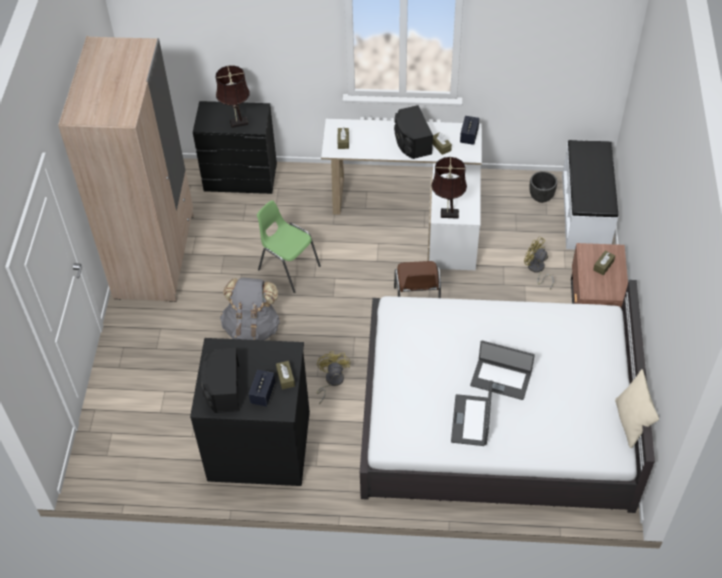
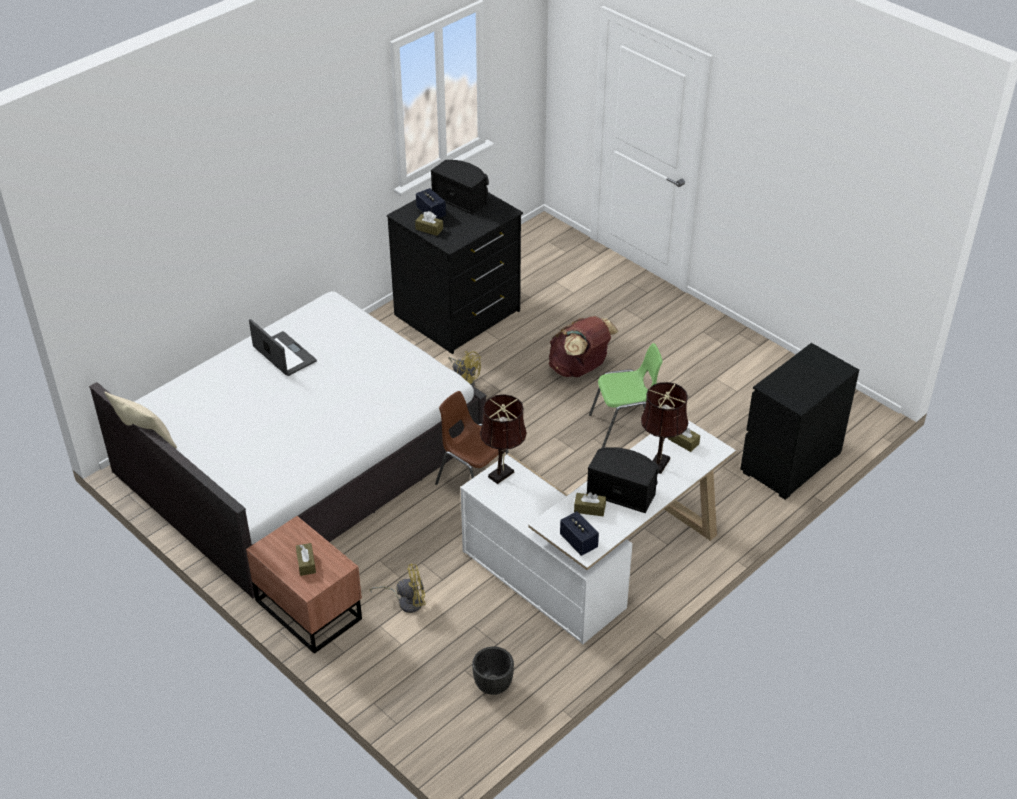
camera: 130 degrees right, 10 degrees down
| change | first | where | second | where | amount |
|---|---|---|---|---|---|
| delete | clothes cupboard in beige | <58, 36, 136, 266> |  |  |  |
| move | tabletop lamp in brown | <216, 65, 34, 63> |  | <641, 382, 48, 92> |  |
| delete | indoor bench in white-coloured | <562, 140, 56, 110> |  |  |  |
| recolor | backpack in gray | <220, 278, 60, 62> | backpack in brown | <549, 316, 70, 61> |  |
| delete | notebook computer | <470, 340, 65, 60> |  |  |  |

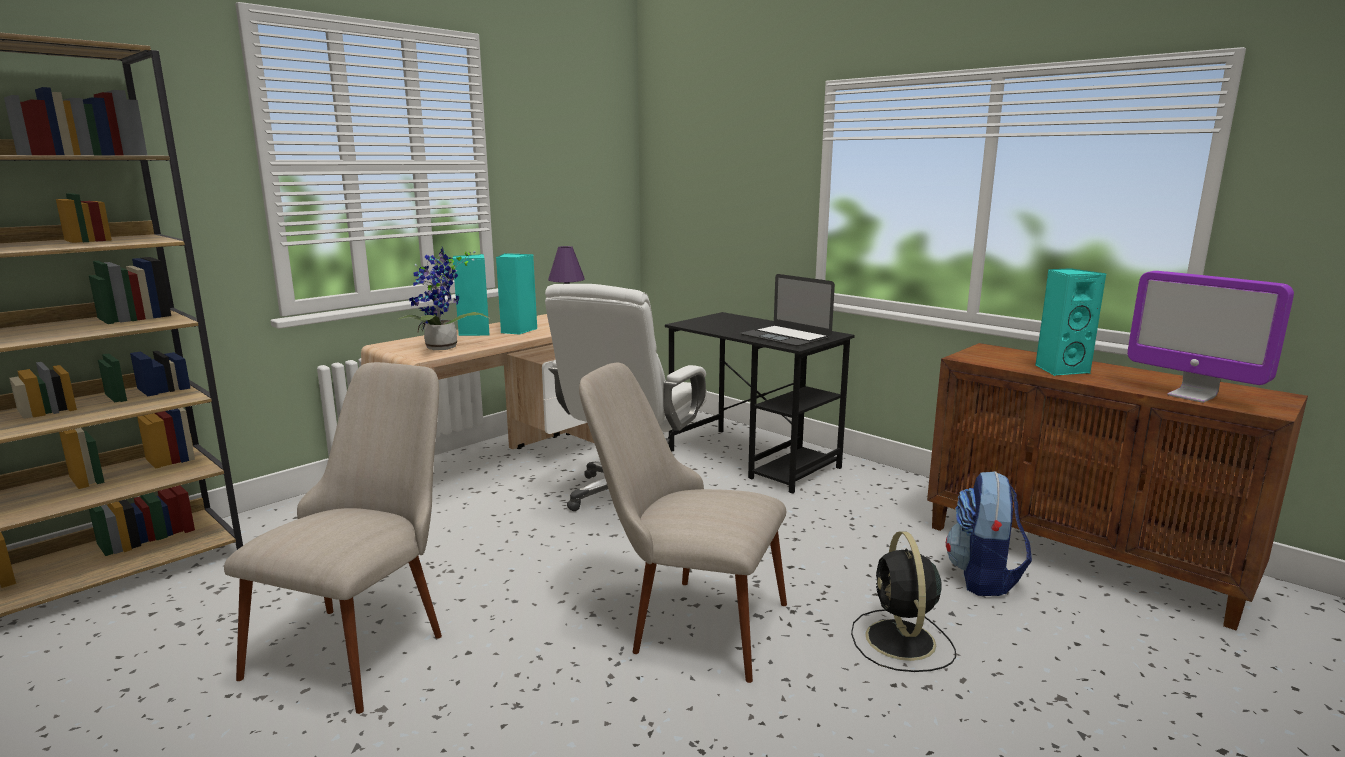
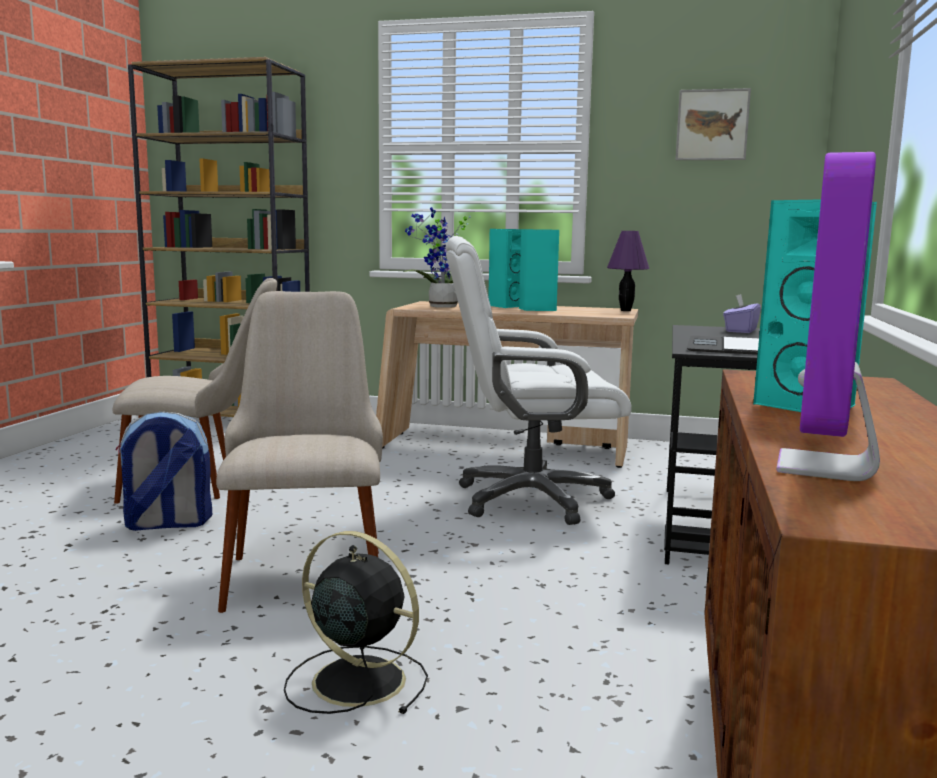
camera: 60 degrees right, 5 degrees down
| change | first | where | second | where | amount |
|---|---|---|---|---|---|
| move | backpack | <946, 471, 86, 125> |  | <116, 412, 96, 119> |  |
| rotate | fan in black-coloured | <851, 531, 105, 141> |  | <284, 531, 144, 183> | 60 degrees clockwise |
| insert |  |  | wall art | <676, 88, 75, 72> |  |
| insert |  |  | tissue holder in purple | <723, 294, 38, 39> |  |

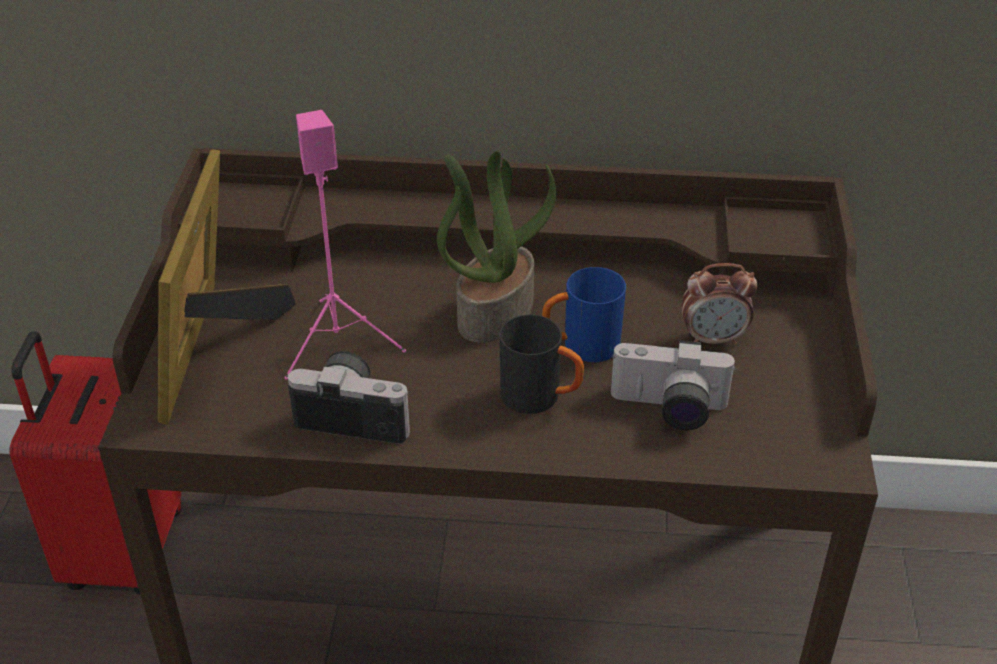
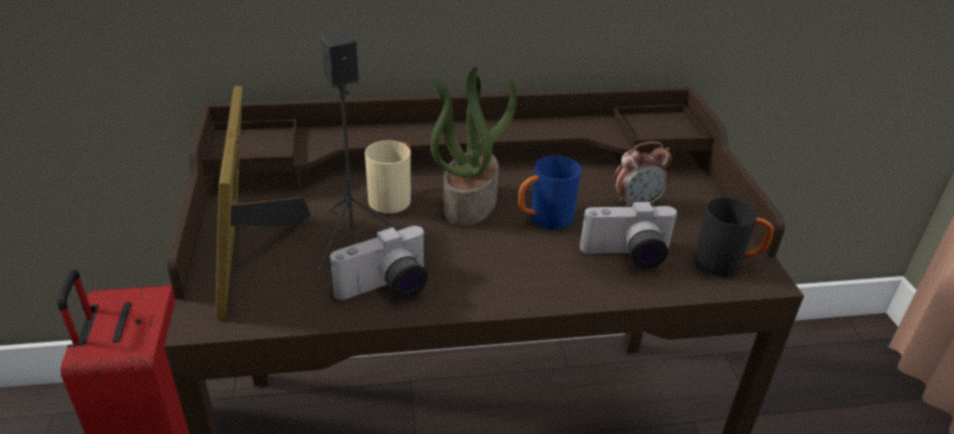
camera: 15 degrees left, 5 degrees down
| change | first | where | second | where | amount |
|---|---|---|---|---|---|
| recolor | loudspeaker in pink | <284, 110, 122, 270> | loudspeaker in black-coloured | <317, 32, 82, 239> |  |
| move | tea mug in black-coloured | <499, 314, 85, 100> |  | <694, 197, 80, 79> |  |
| rotate | still camera | <288, 351, 122, 93> |  | <329, 226, 99, 74> | 150 degrees clockwise |
| insert |  |  | tea mug in beige | <365, 140, 46, 74> |  |

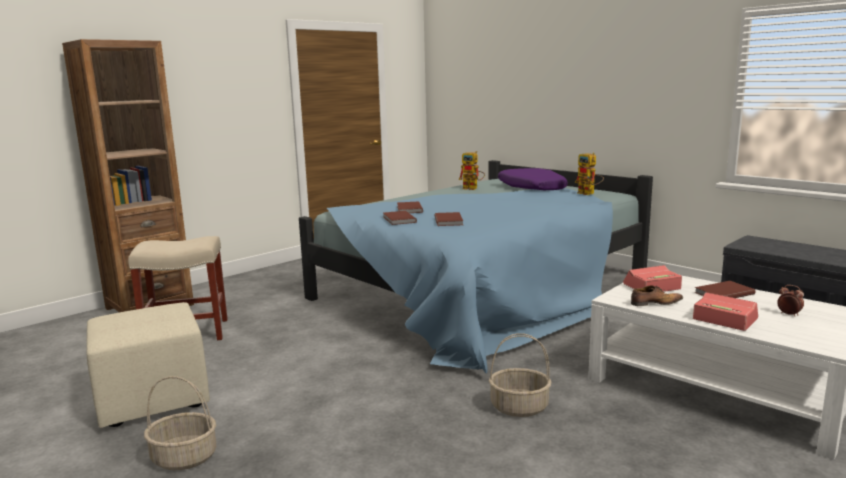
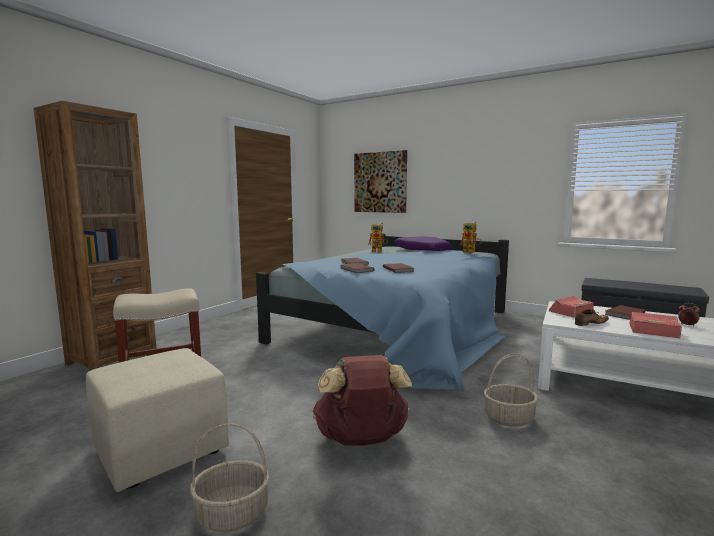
camera: 15 degrees left, 5 degrees down
| change | first | where | second | where | amount |
|---|---|---|---|---|---|
| insert |  |  | wall art | <354, 150, 53, 63> |  |
| insert |  |  | backpack in brown | <313, 355, 99, 91> |  |

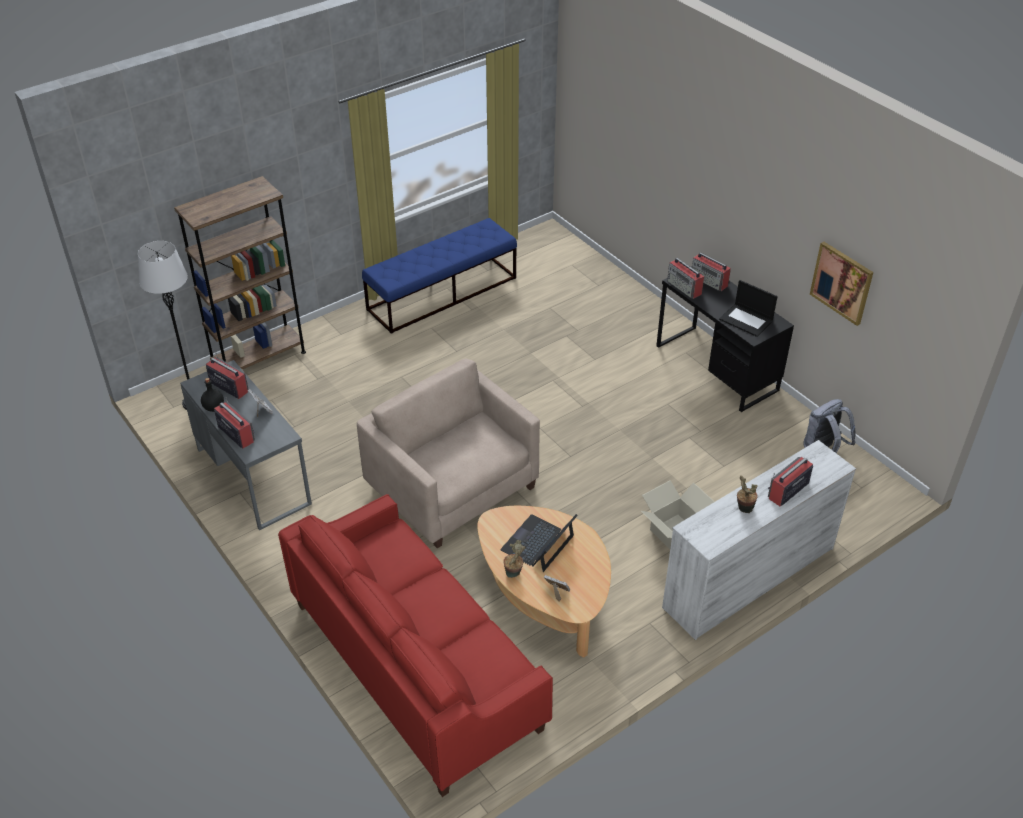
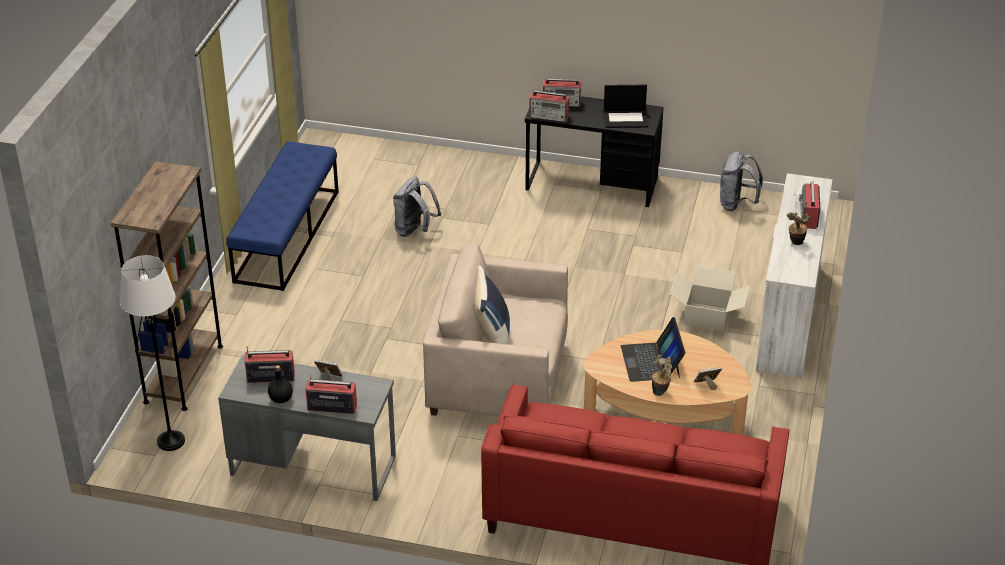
camera: 40 degrees left, 5 degrees down
| change | first | where | second | where | amount |
|---|---|---|---|---|---|
| delete | wall art | <810, 242, 63, 84> |  |  |  |
| insert |  |  | backpack in gray | <393, 177, 48, 60> |  |
| insert |  |  | cushion in blue | <473, 266, 37, 78> |  |

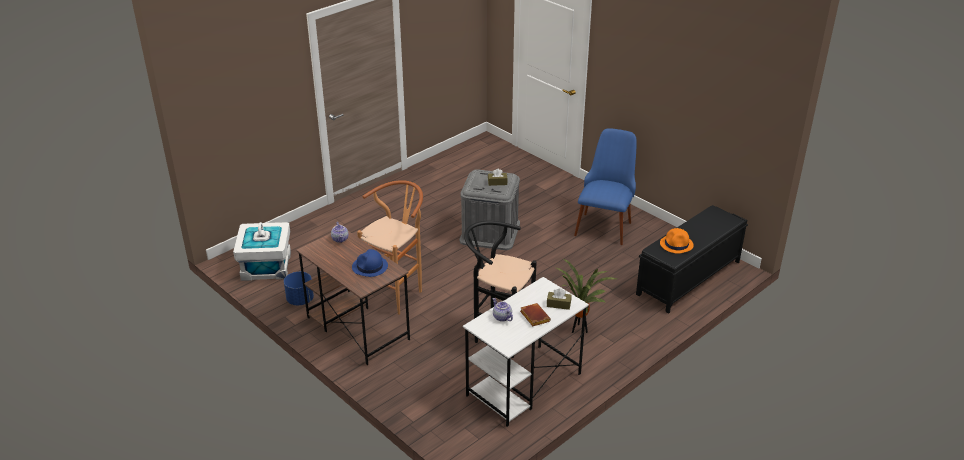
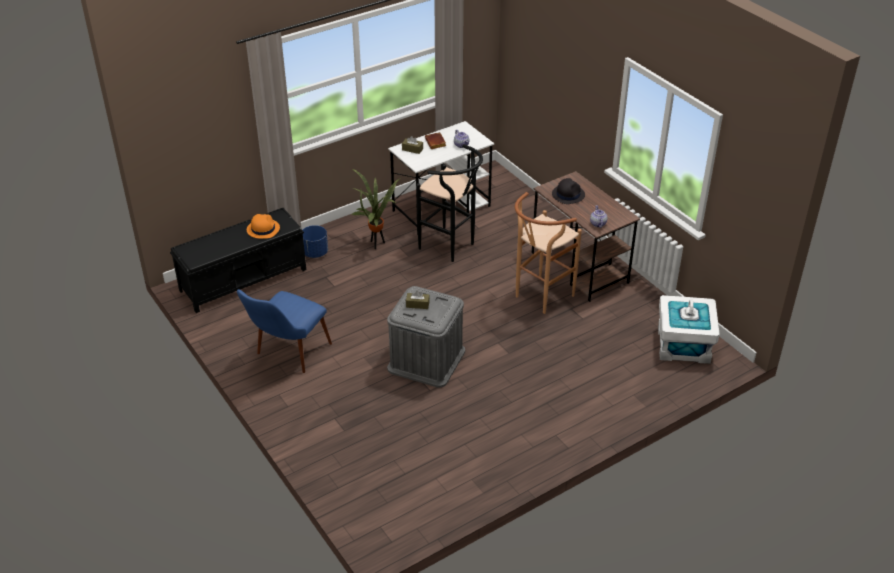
camera: 170 degrees left, 5 degrees up
| change | first | where | second | where | amount |
|---|---|---|---|---|---|
| recolor | hat in blue | <352, 249, 36, 28> | hat in black-coloured | <552, 178, 33, 26> |  |
| move | plant pot in blue | <284, 272, 30, 34> |  | <303, 225, 25, 33> |  |

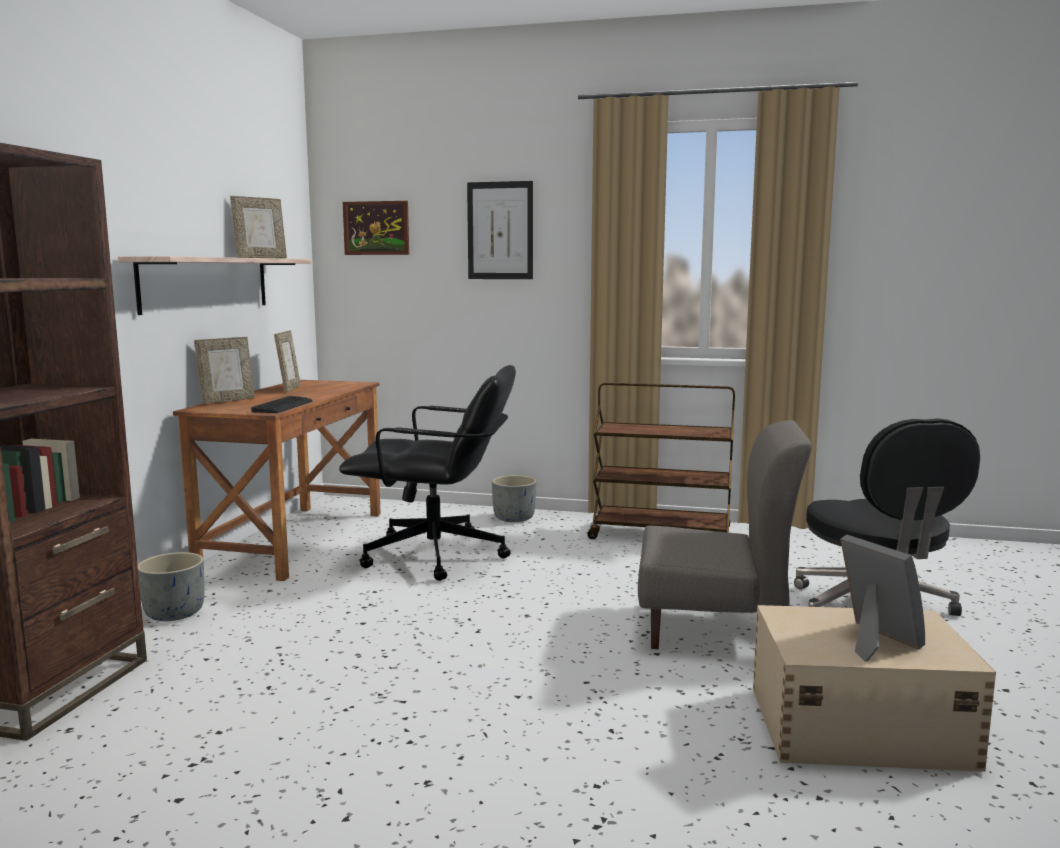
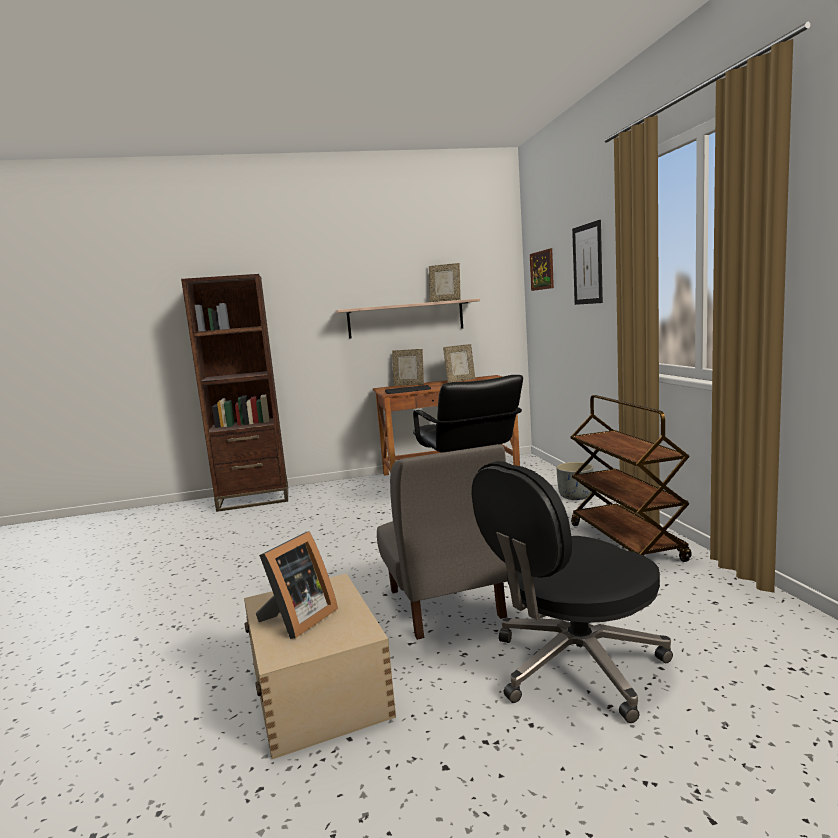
camera: 65 degrees right, 0 degrees up
| change | first | where | second | where | amount |
|---|---|---|---|---|---|
| delete | plant pot in gray | <138, 552, 66, 69> |  |  |  |

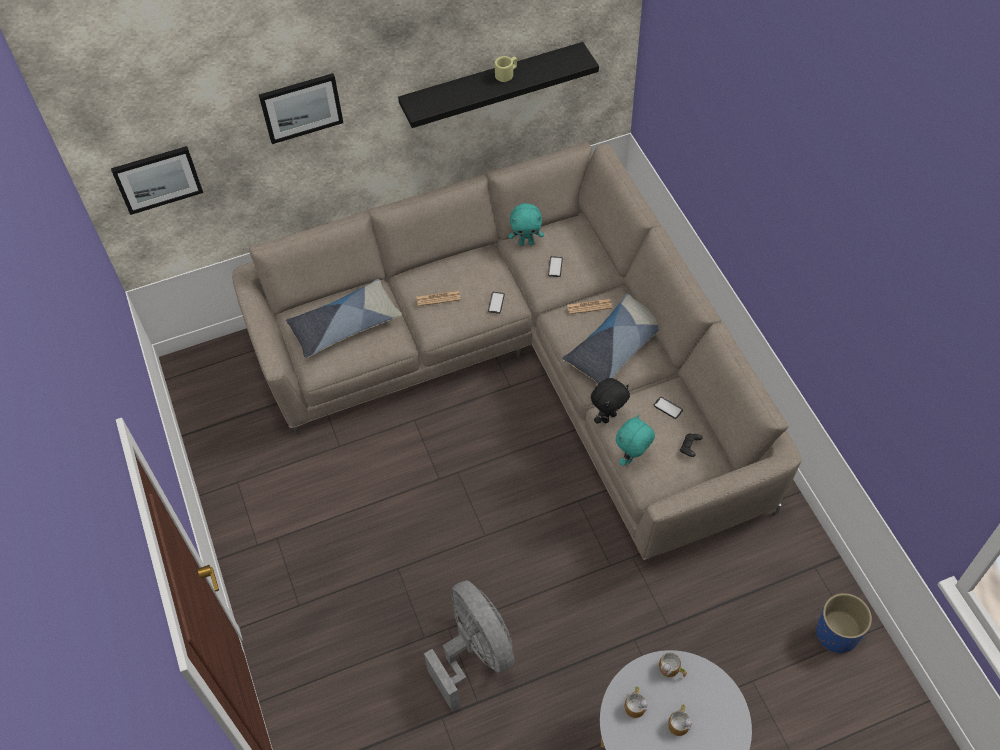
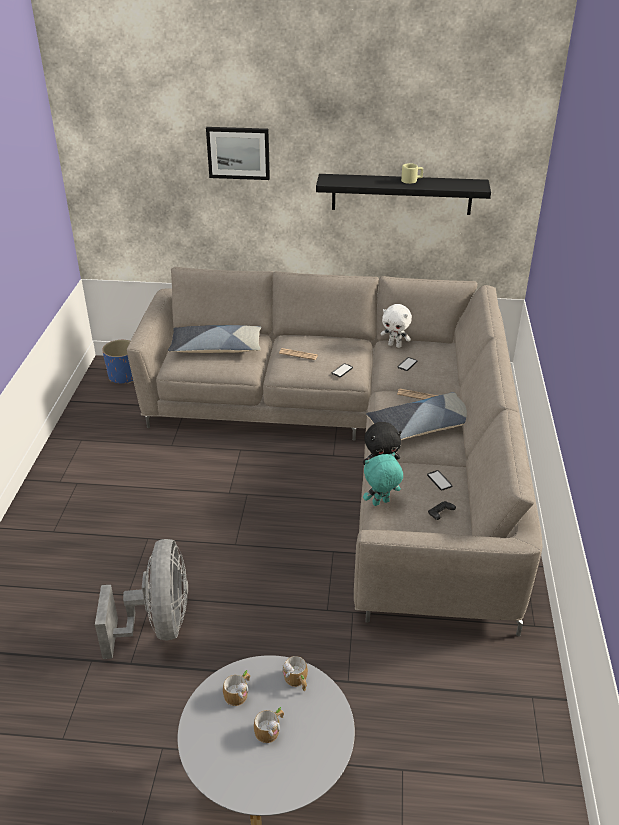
camera: 25 degrees right, 20 degrees down
| change | first | where | second | where | amount |
|---|---|---|---|---|---|
| delete | wall art | <111, 146, 92, 69> |  |  |  |
| recolor | plush toy in turquoise | <509, 203, 35, 43> | plush toy in white-coloured | <380, 304, 32, 44> |  |
| move | plant pot in blue | <816, 593, 56, 60> |  | <102, 340, 31, 44> |  |

